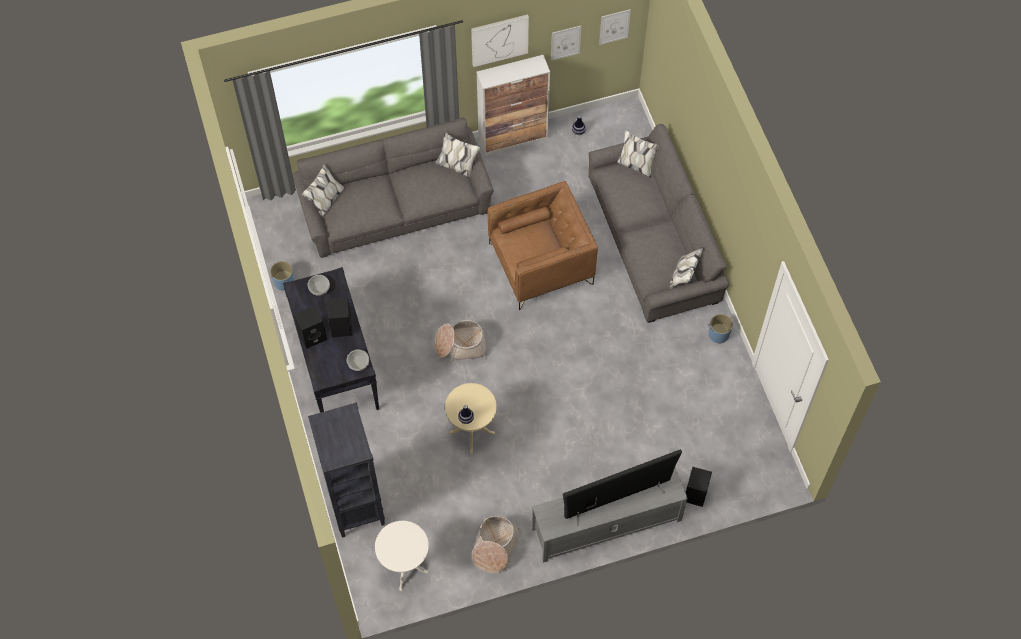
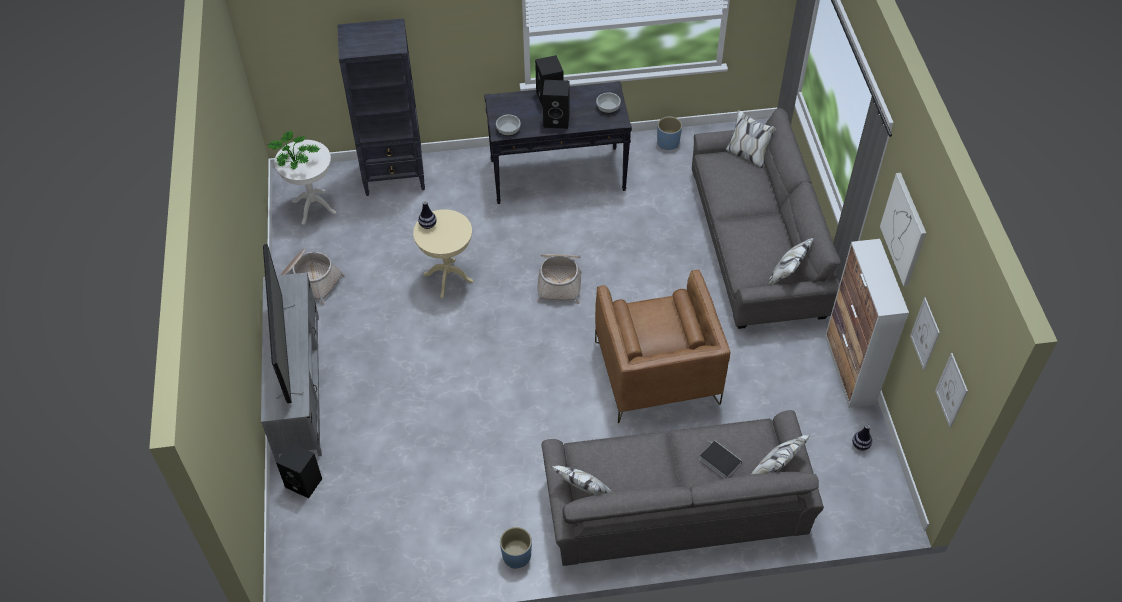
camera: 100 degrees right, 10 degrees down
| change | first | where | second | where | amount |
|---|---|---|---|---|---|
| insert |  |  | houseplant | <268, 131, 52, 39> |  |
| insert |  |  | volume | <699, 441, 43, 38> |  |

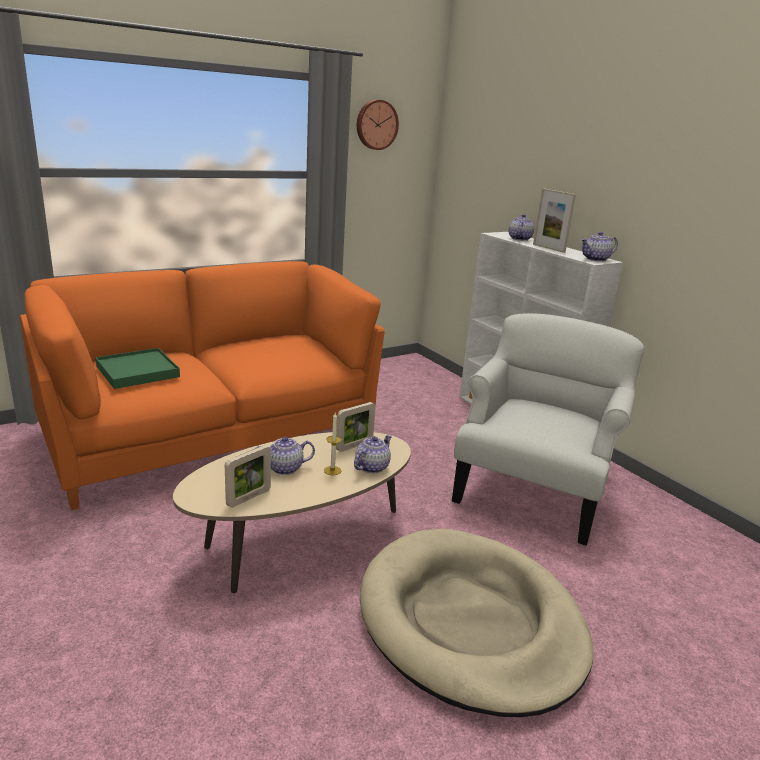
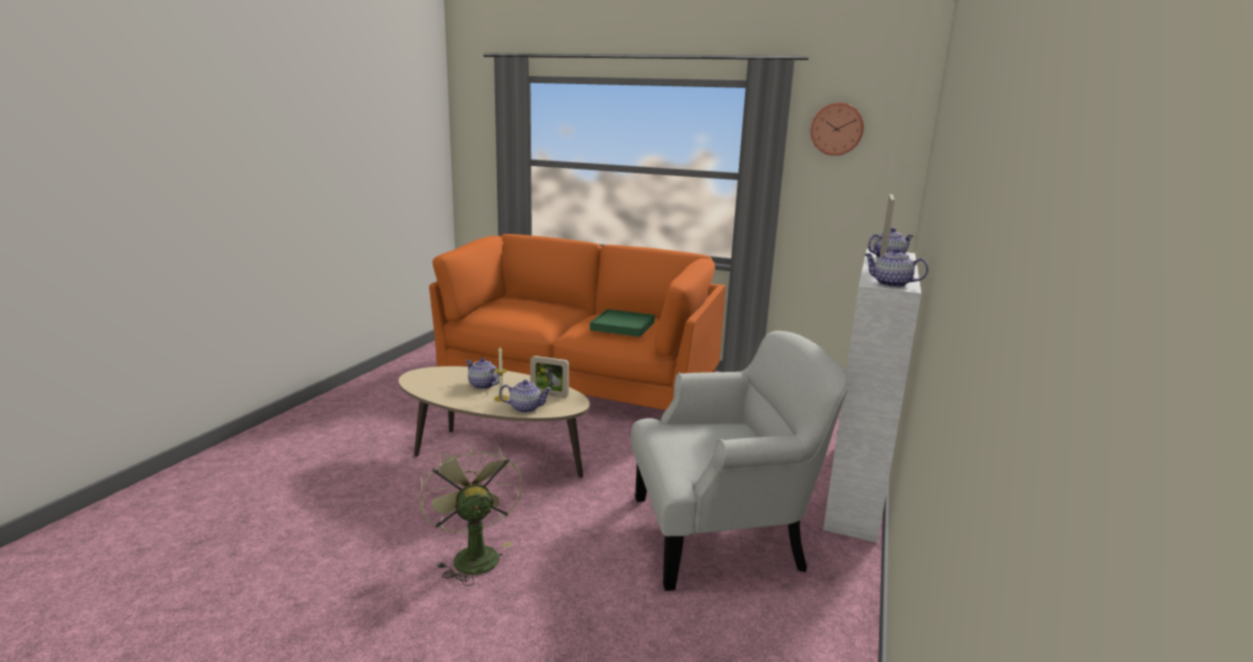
camera: 55 degrees right, 5 degrees down
| change | first | where | second | where | amount |
|---|---|---|---|---|---|
| move | serving tray in green-coloured | <95, 348, 85, 41> |  | <590, 309, 65, 28> |  |
| delete | photo frame | <225, 445, 46, 63> |  |  |  |
| replace | dog cushion in beige | <360, 528, 233, 189> | fan in green-coloured | <419, 443, 104, 143> |  |

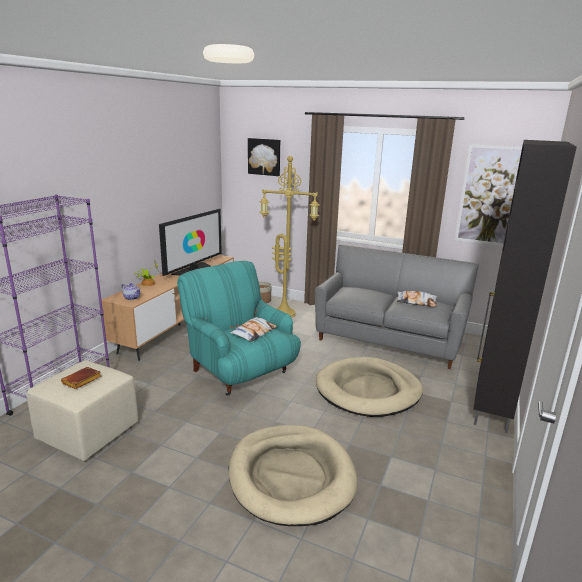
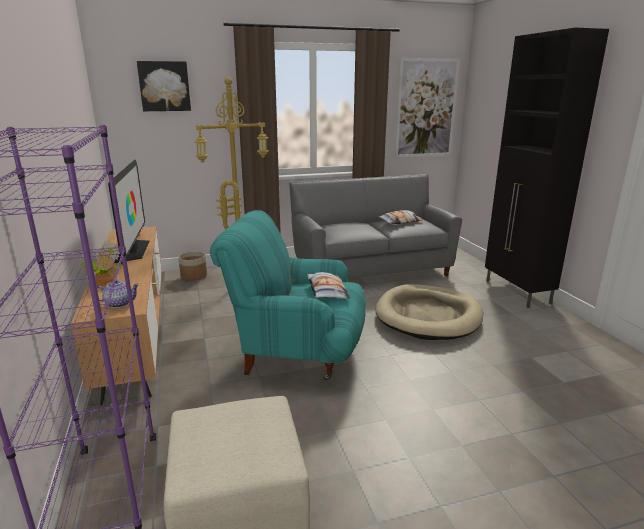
camera: 40 degrees left, 0 degrees up
| change | first | where | second | where | amount |
|---|---|---|---|---|---|
| delete | volume in brown | <61, 367, 40, 22> |  |  |  |
| delete | dog cushion in beige | <228, 425, 130, 101> |  |  |  |

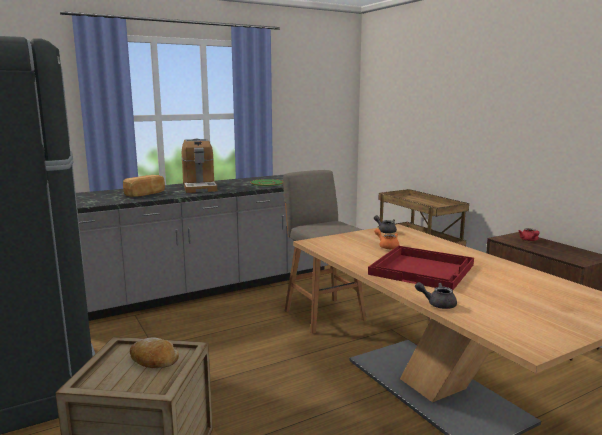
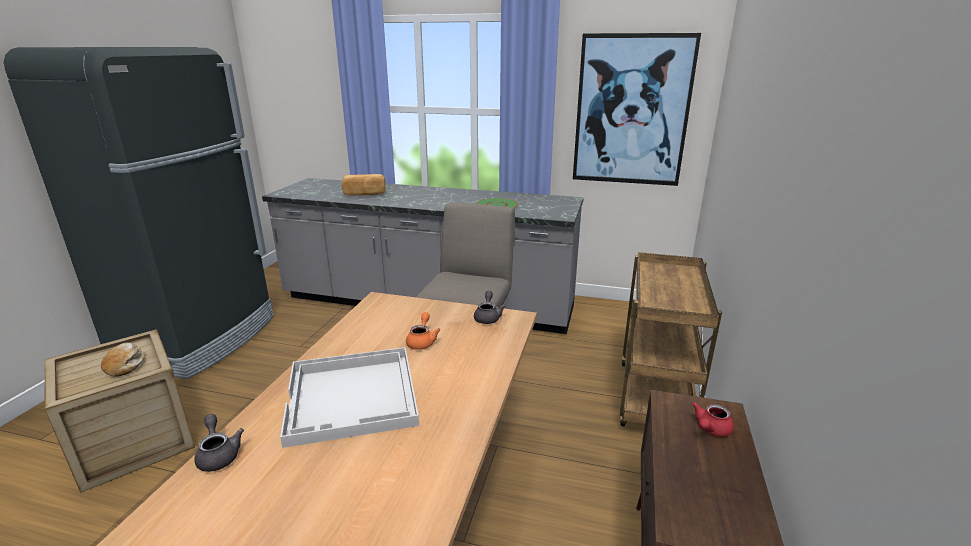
camera: 45 degrees right, 10 degrees up
| change | first | where | second | where | amount |
|---|---|---|---|---|---|
| delete | coffee machine | <181, 139, 36, 54> |  |  |  |
| recolor | serving tray in reddish | <368, 246, 106, 44> | serving tray in white-coloured | <280, 347, 139, 101> |  |
| insert |  |  | wall art | <573, 33, 128, 153> |  |

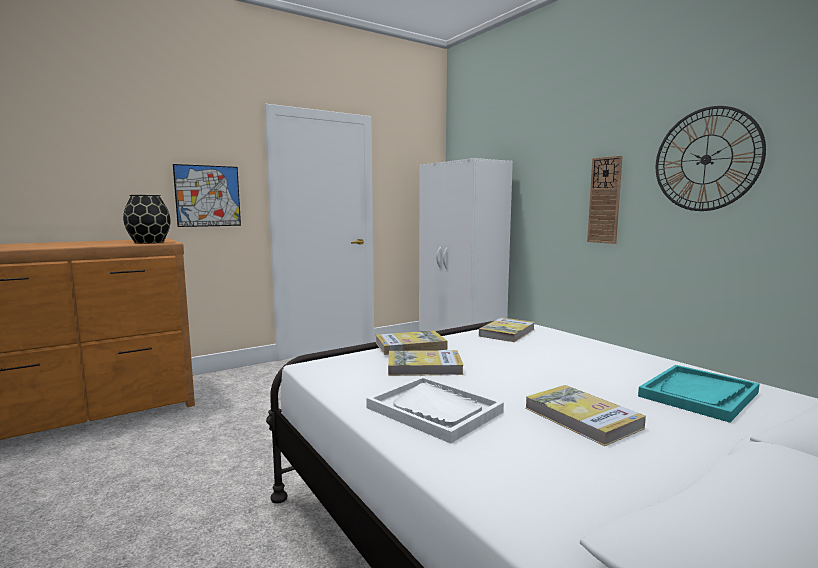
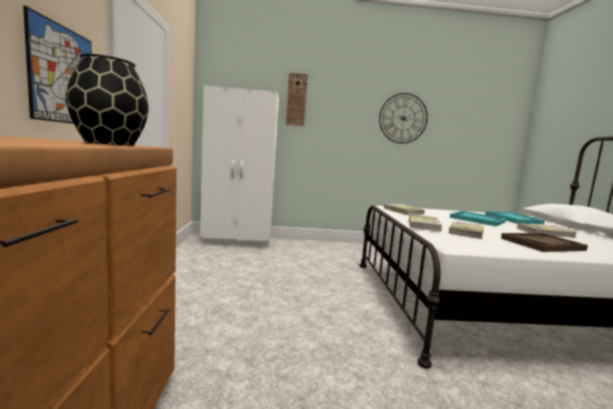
camera: 60 degrees left, 0 degrees up
| change | first | where | second | where | amount |
|---|---|---|---|---|---|
| move | wall clock | <587, 156, 35, 88> |  | <286, 72, 22, 55> |  |
| recolor | serving tray in white-coloured | <366, 376, 138, 68> | serving tray in brown | <501, 233, 87, 19> |  |
| insert |  |  | serving tray in turquoise | <450, 211, 56, 15> |  |

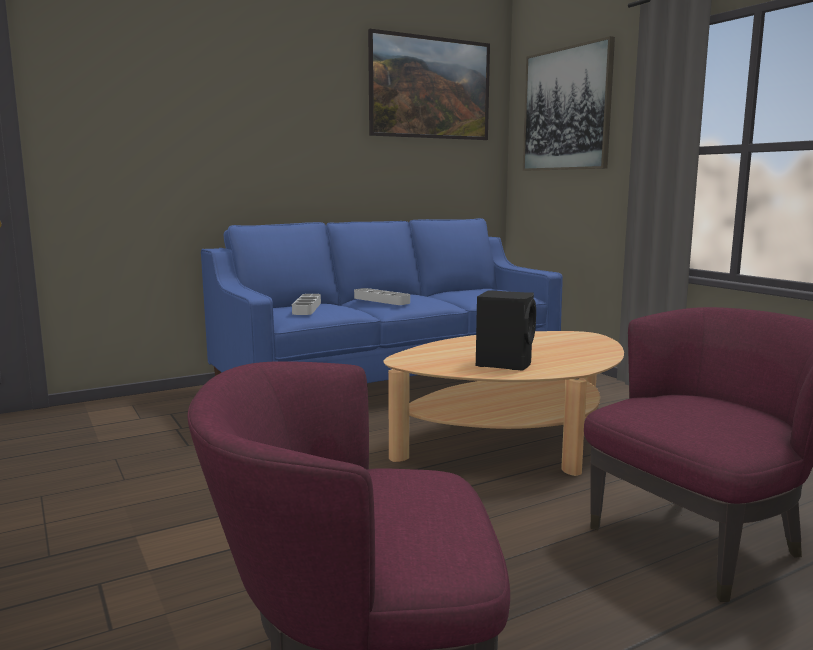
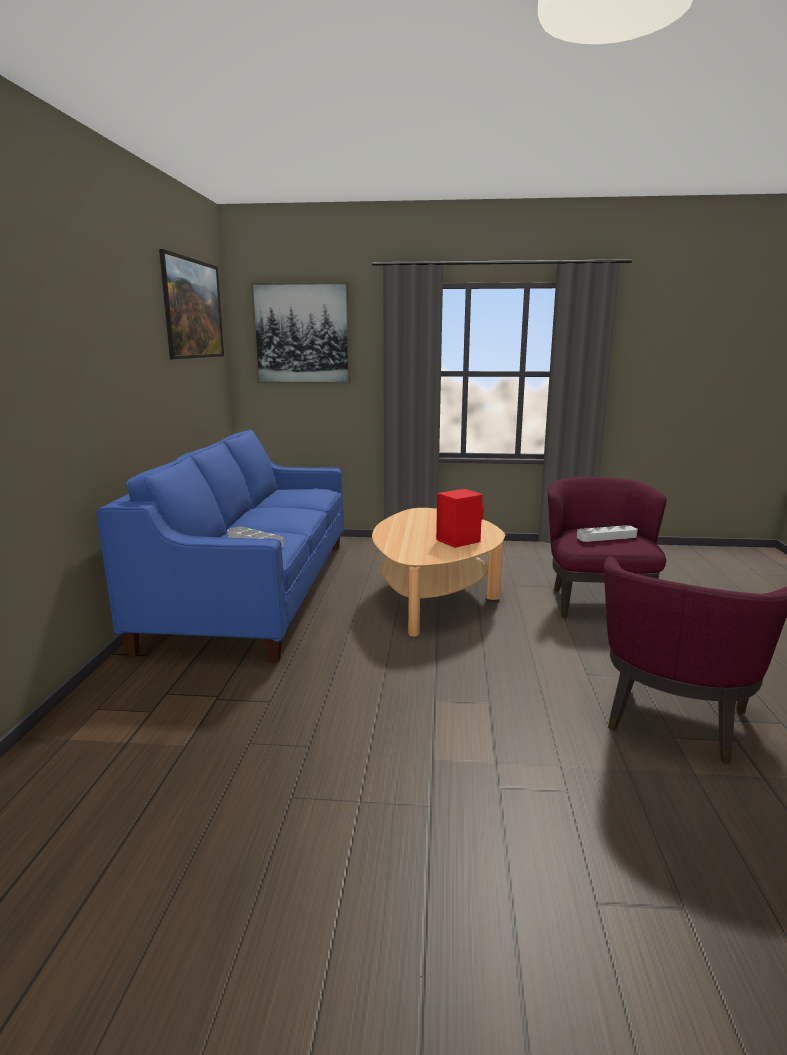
camera: 55 degrees left, 5 degrees up
| change | first | where | second | where | amount |
|---|---|---|---|---|---|
| move | serving tray in gray | <354, 288, 56, 17> |  | <577, 525, 60, 17> |  |
| recolor | loudspeaker in black-coloured | <476, 290, 60, 81> | loudspeaker in reddish | <436, 489, 48, 59> |  |

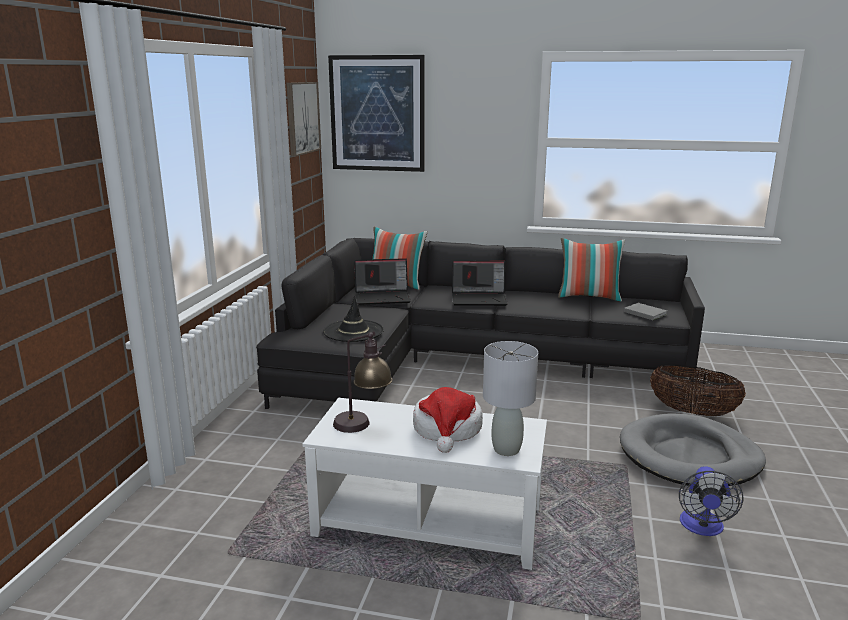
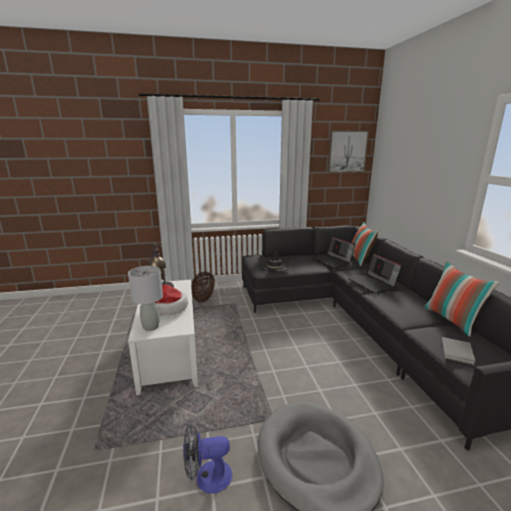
camera: 65 degrees right, 0 degrees up
| change | first | where | second | where | amount |
|---|---|---|---|---|---|
| delete | wall art | <328, 55, 97, 117> |  |  |  |
| move | household basket | <650, 365, 96, 51> |  | <191, 272, 24, 30> |  |

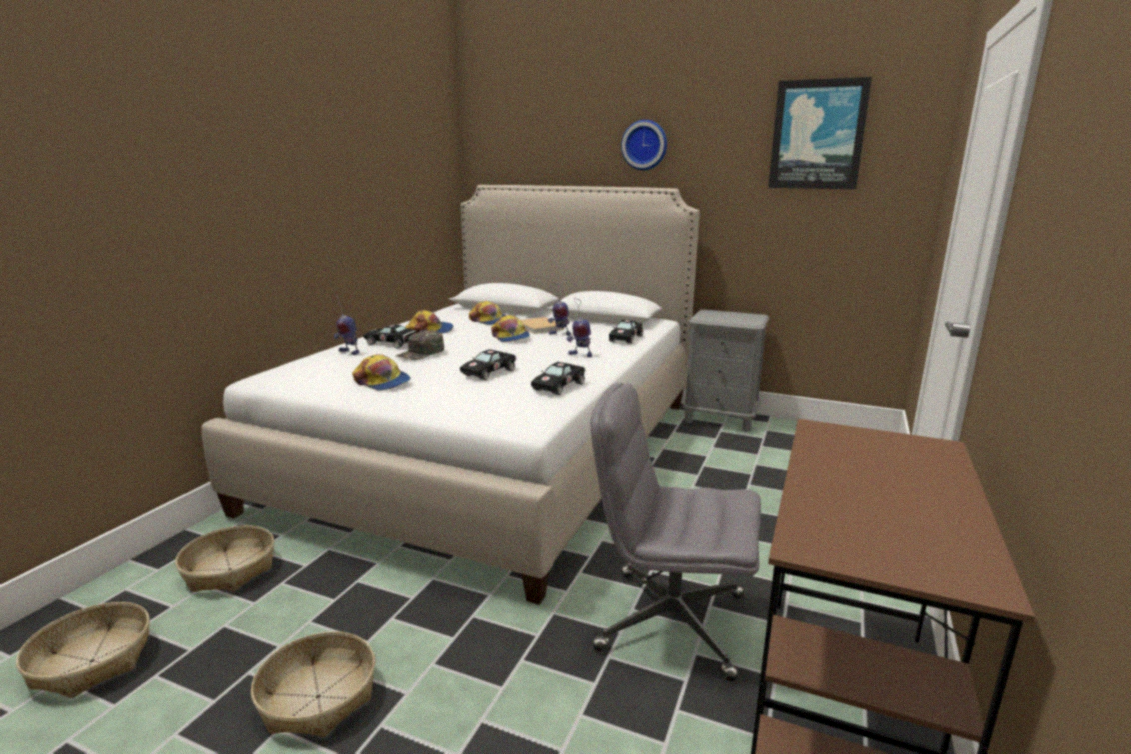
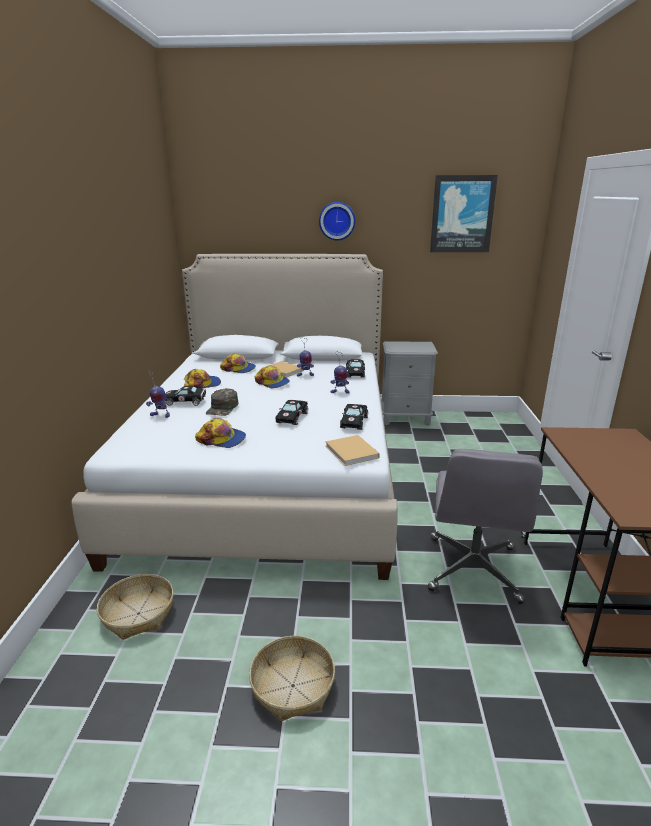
camera: 20 degrees left, 5 degrees up
| change | first | where | second | where | amount |
|---|---|---|---|---|---|
| rotate | computer chair in gray | <591, 383, 170, 298> |  | <428, 449, 115, 155> | 75 degrees counterclockwise |
| delete | household basket | <16, 602, 134, 96> |  |  |  |
| insert |  |  | volume in beige | <325, 435, 55, 31> |  |

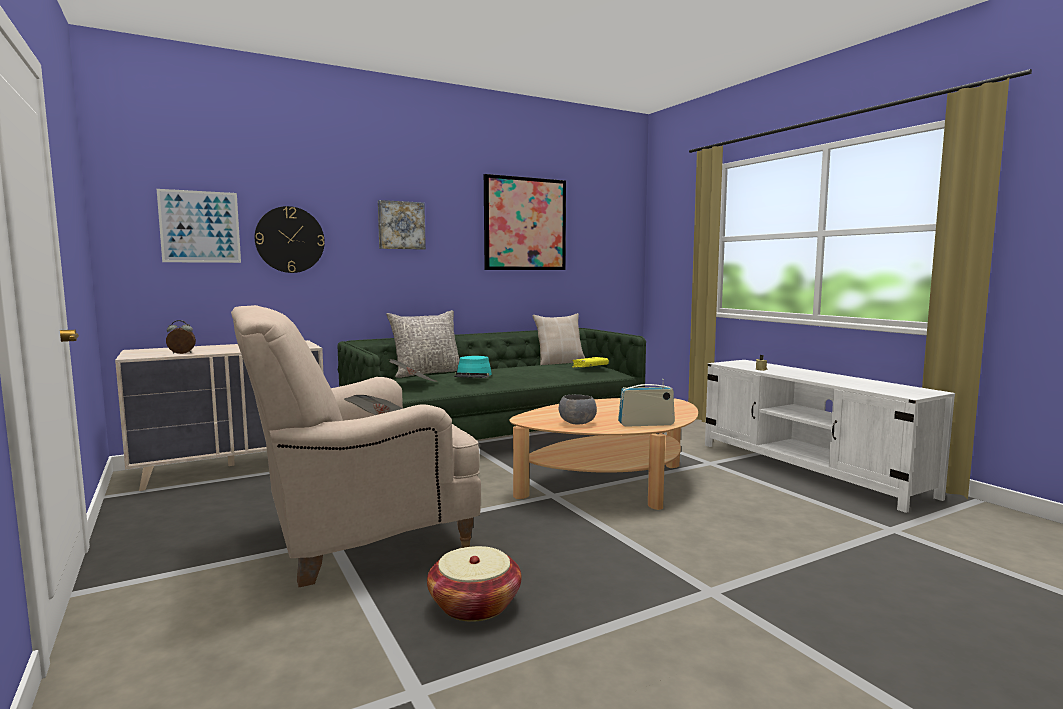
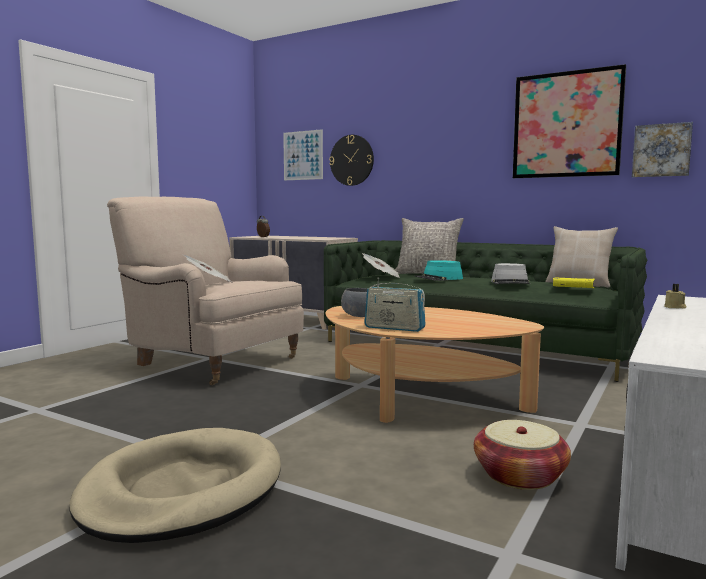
camera: 60 degrees right, 0 degrees up
| change | first | where | second | where | amount |
|---|---|---|---|---|---|
| move | wall art | <378, 200, 48, 49> |  | <632, 122, 61, 55> |  |
| rotate | radio receiver | <618, 379, 57, 48> |  | <364, 278, 62, 54> | 150 degrees clockwise |
| move | household basket | <427, 546, 94, 76> |  | <474, 420, 97, 70> |  |
| insert |  |  | hat in gray | <491, 263, 39, 21> |  |
| insert |  |  | dog cushion in beige | <69, 428, 212, 115> |  |

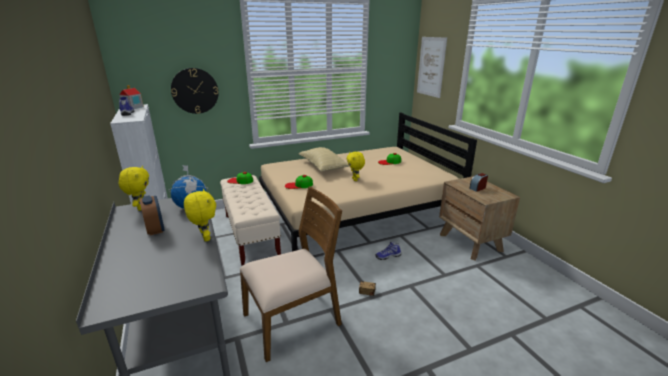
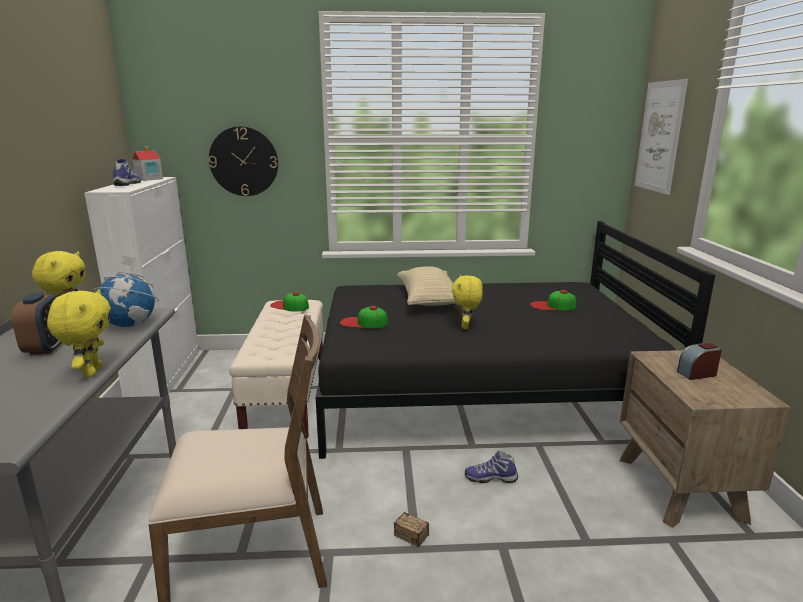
camera: 20 degrees right, 5 degrees down
| change | first | where | second | where | amount |
|---|---|---|---|---|---|
| recolor | bed in beige | <259, 113, 218, 139> | bed in black-coloured | <315, 221, 400, 238> |  |

